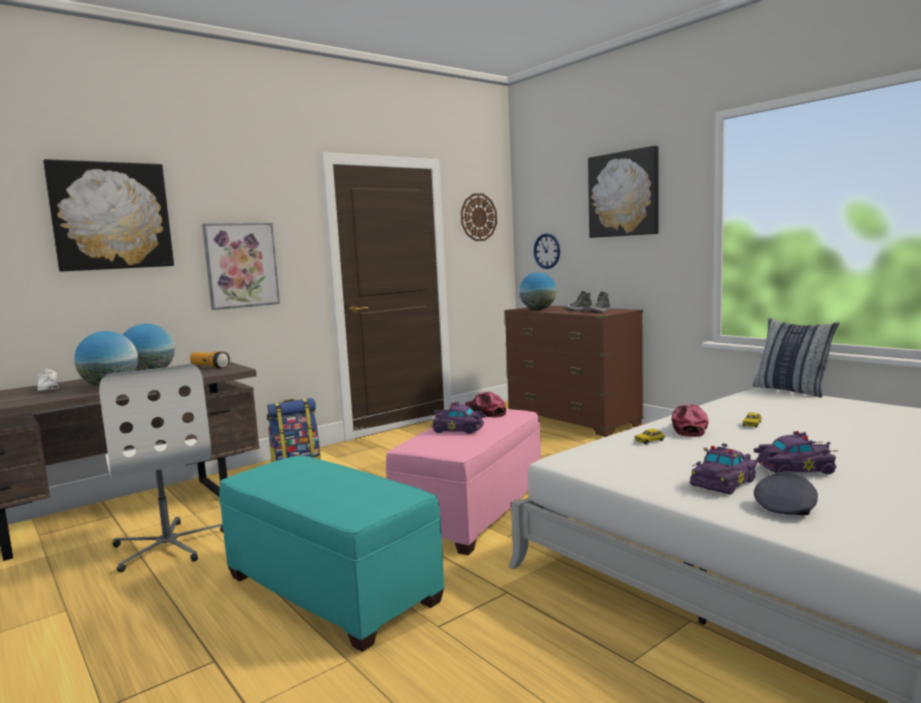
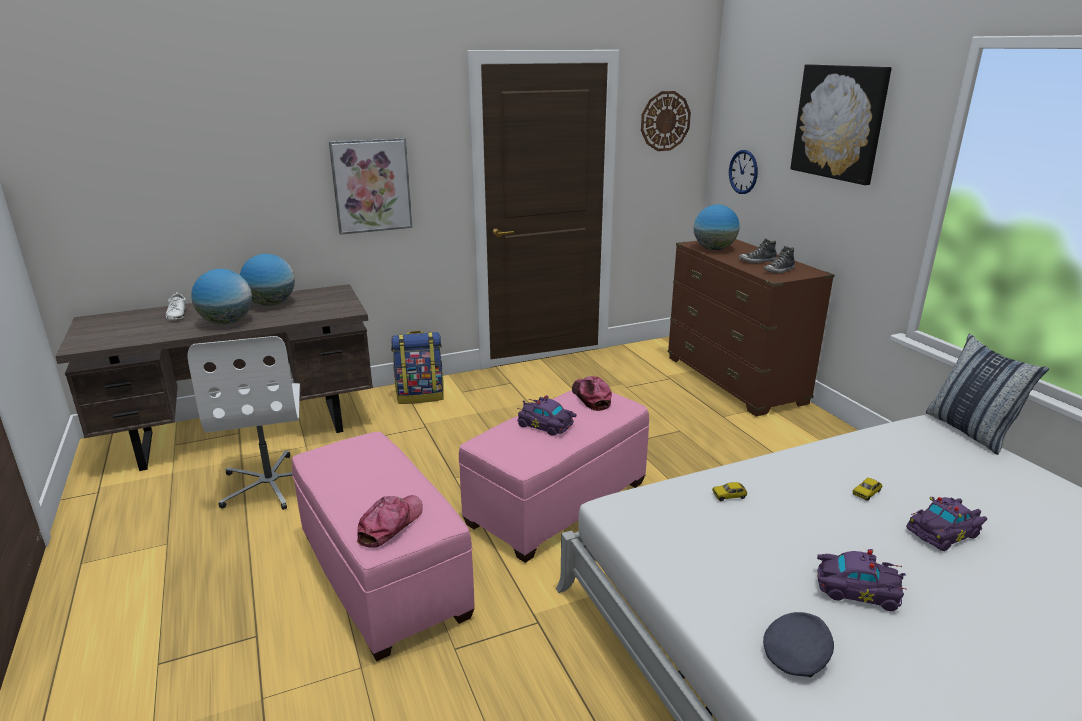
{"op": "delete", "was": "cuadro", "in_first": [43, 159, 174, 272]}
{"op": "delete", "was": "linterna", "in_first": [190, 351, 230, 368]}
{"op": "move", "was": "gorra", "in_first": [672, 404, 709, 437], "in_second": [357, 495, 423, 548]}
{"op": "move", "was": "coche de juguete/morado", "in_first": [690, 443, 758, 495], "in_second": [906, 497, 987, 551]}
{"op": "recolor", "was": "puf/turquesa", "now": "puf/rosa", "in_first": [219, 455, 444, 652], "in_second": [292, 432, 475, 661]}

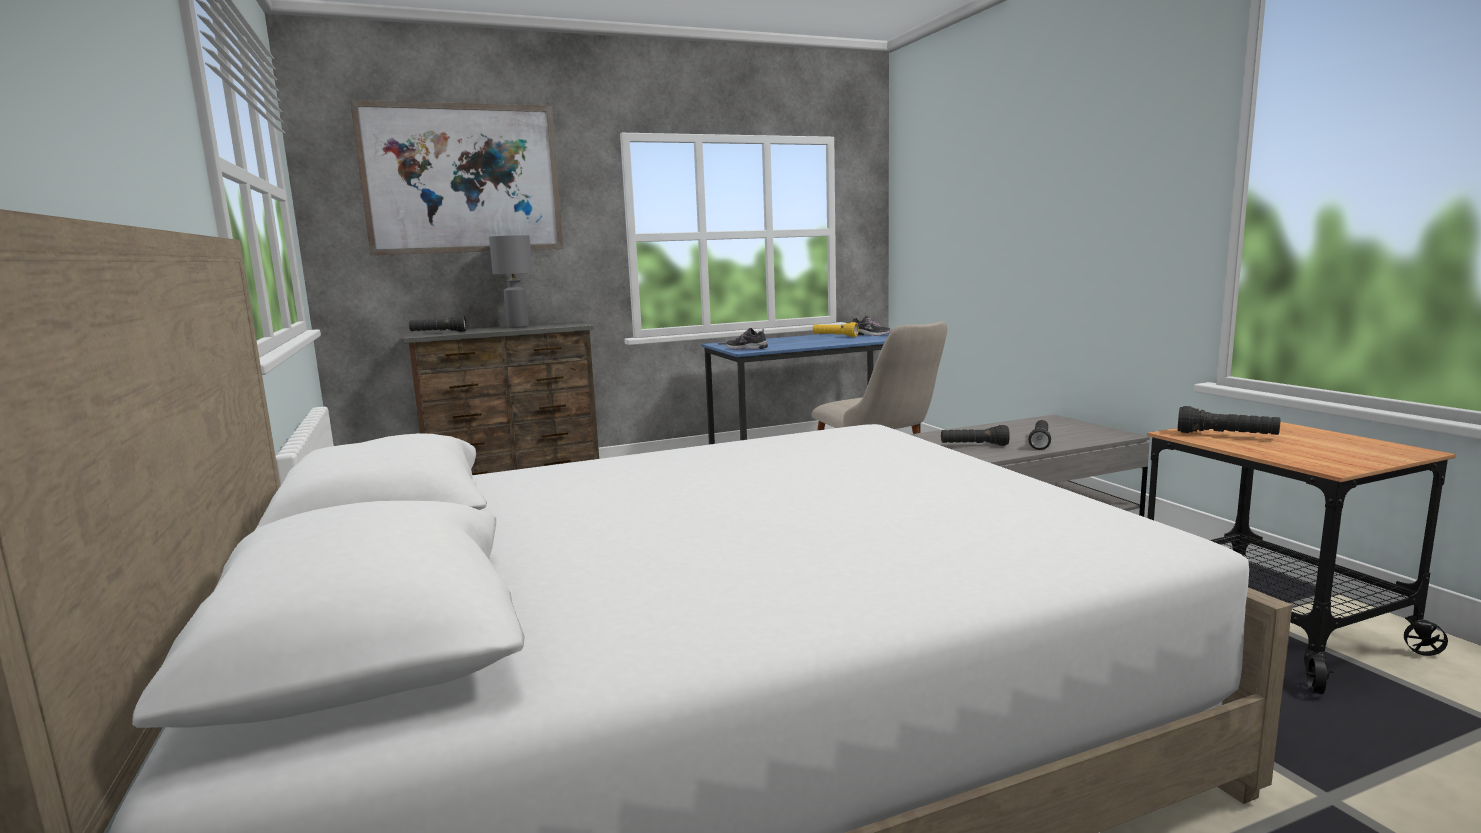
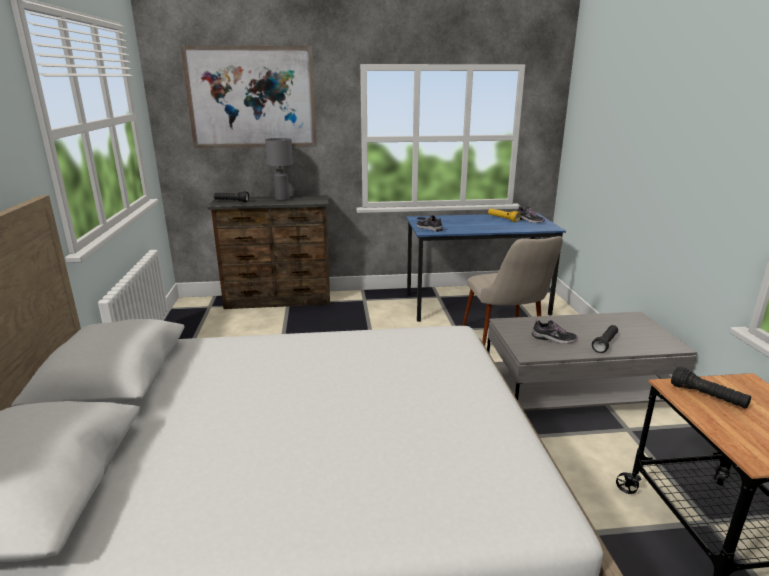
{"op": "replace", "was": "linterna/negro", "now": "zapato", "in_first": [941, 425, 1010, 446], "in_second": [532, 319, 577, 344]}

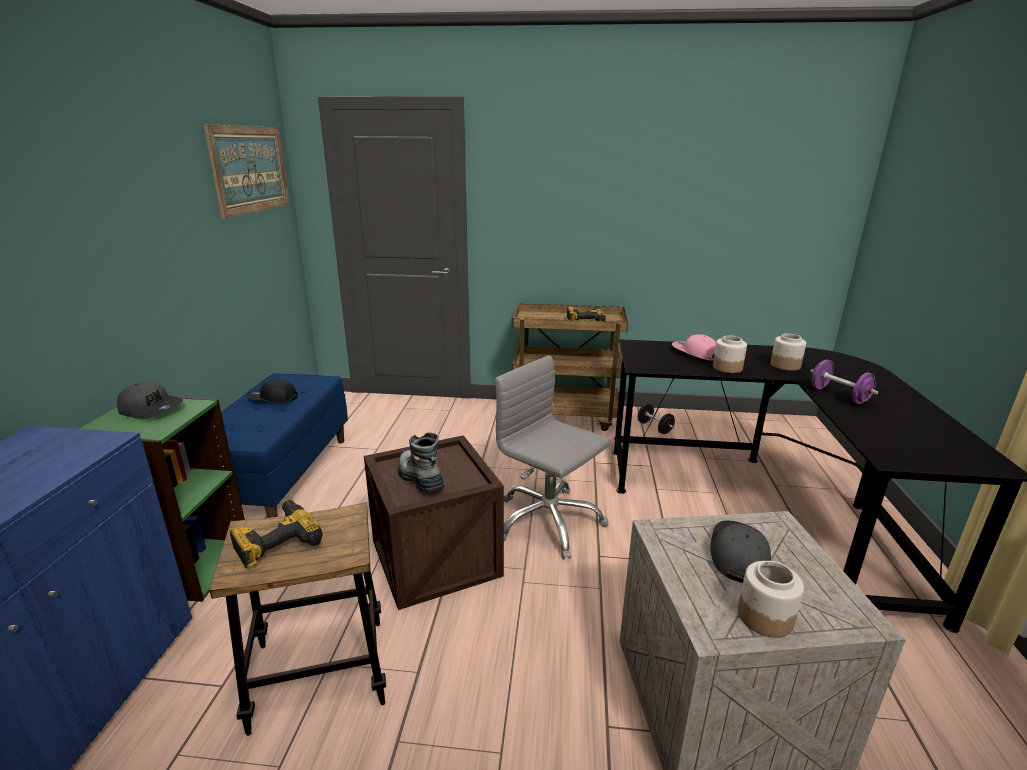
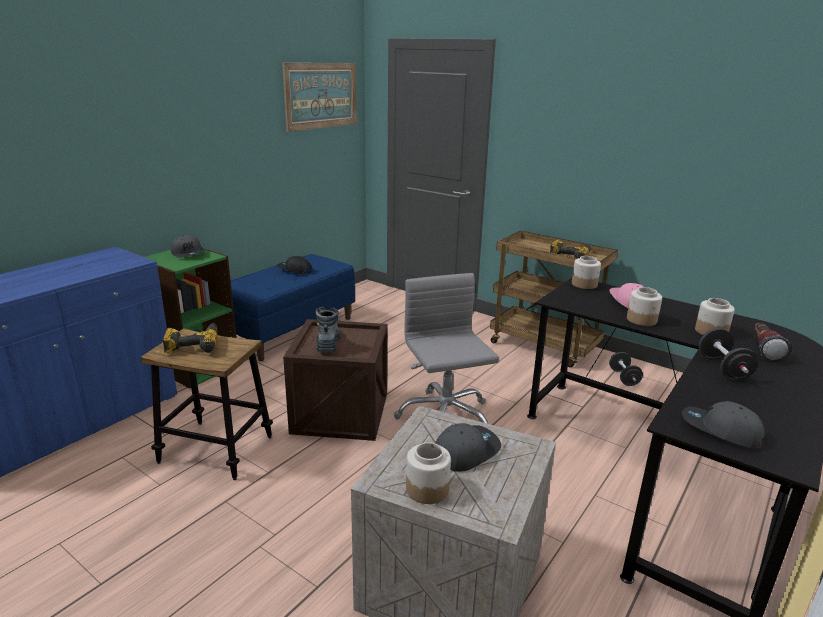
{"op": "insert", "now": "tarro", "in_second": [572, 256, 601, 289]}
{"op": "insert", "now": "gorra/gris", "in_second": [682, 401, 765, 449]}
{"op": "insert", "now": "linterna", "in_second": [755, 323, 791, 361]}
{"op": "recolor", "was": "mancuerna/morado", "now": "mancuerna/negro", "in_first": [810, 359, 878, 404], "in_second": [699, 328, 758, 381]}

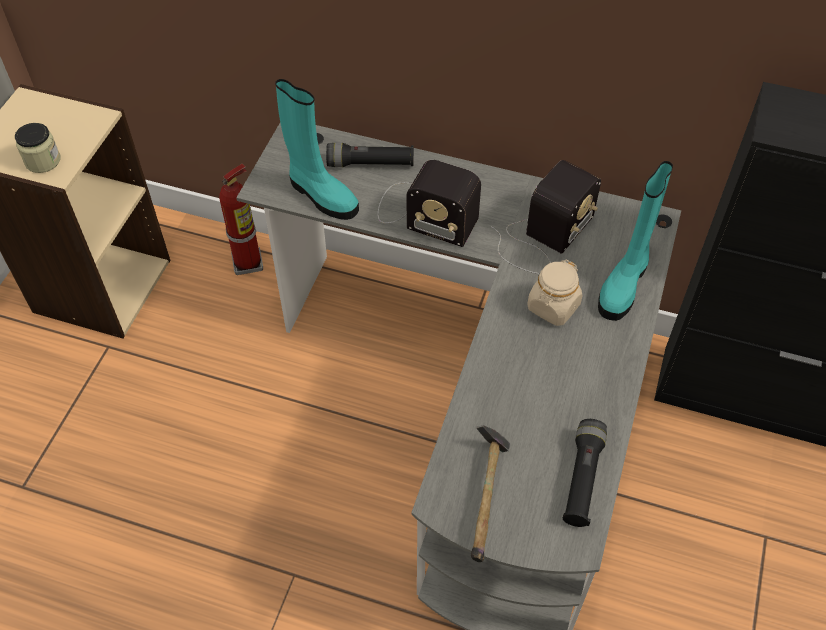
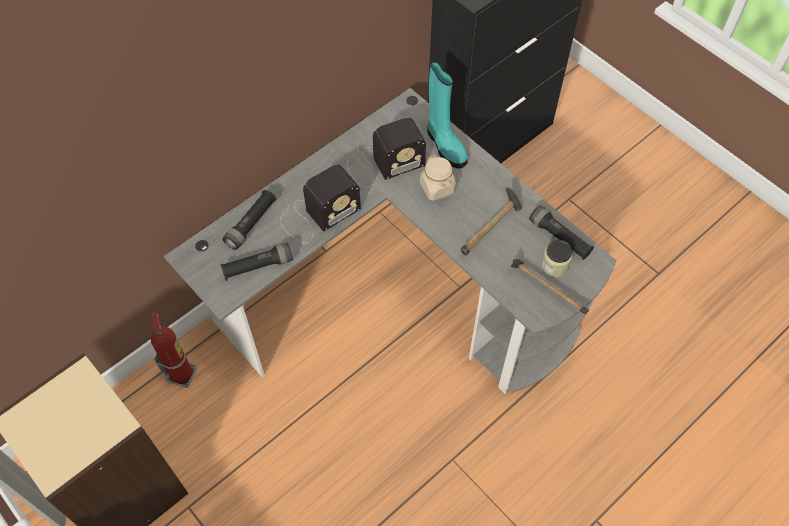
{"op": "insert", "now": "martillo", "in_second": [461, 187, 523, 255]}
{"op": "move", "was": "tarro", "in_first": [15, 123, 61, 173], "in_second": [541, 240, 573, 277]}
{"op": "replace", "was": "bota/turquesa", "now": "linterna/negro", "in_first": [275, 79, 359, 220], "in_second": [221, 243, 293, 281]}
{"op": "rotate", "was": "radio", "in_first": [491, 160, 601, 274], "in_second": [347, 118, 426, 188], "clockwise": 90}

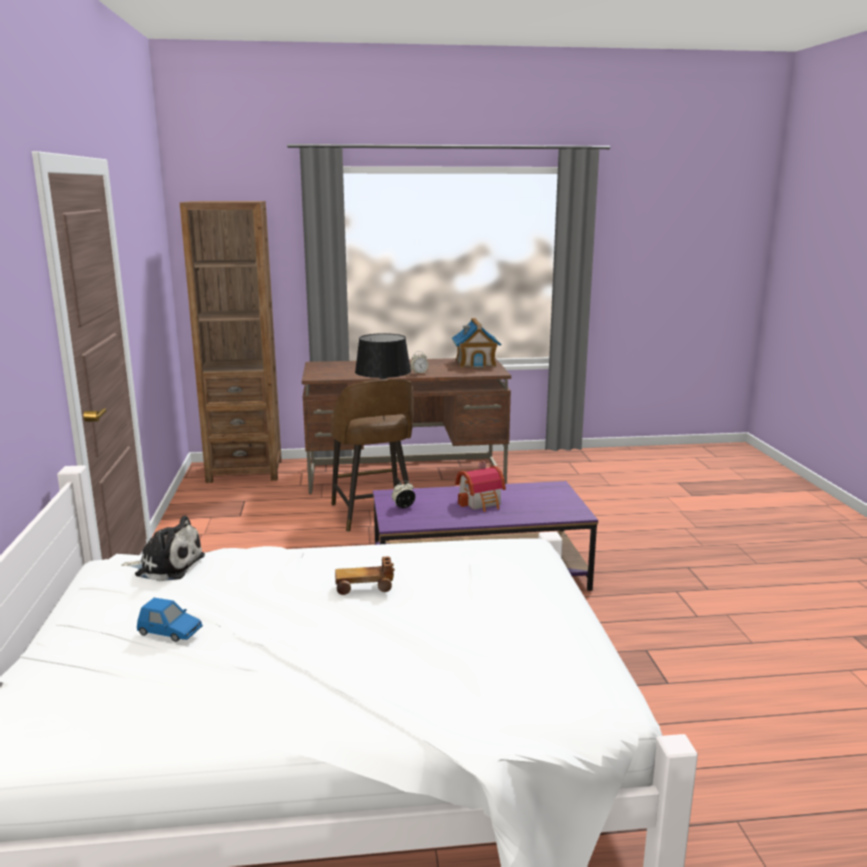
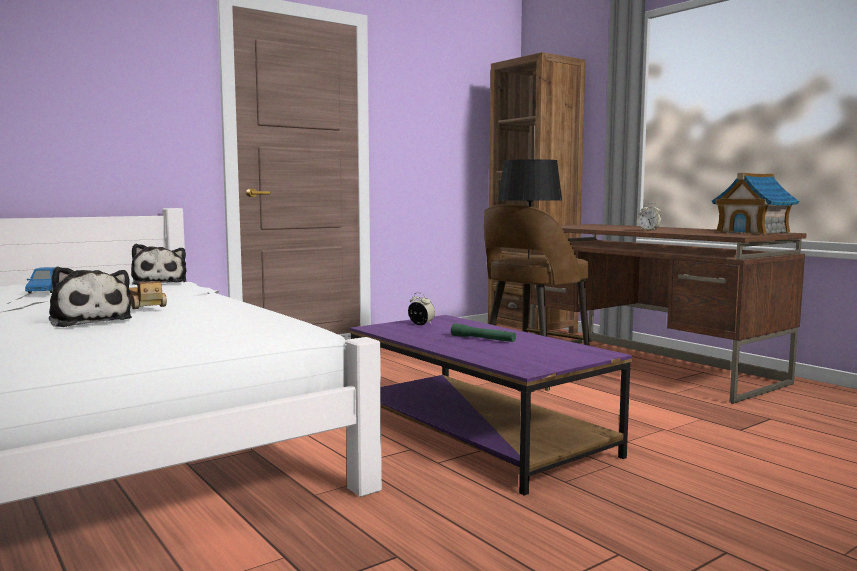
{"op": "insert", "now": "peluche", "in_second": [49, 267, 132, 327]}
{"op": "replace", "was": "casita", "now": "linterna/verde", "in_first": [455, 461, 506, 512], "in_second": [451, 323, 516, 342]}

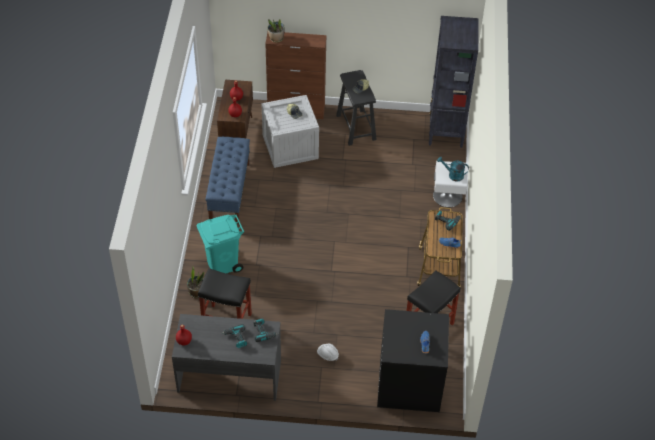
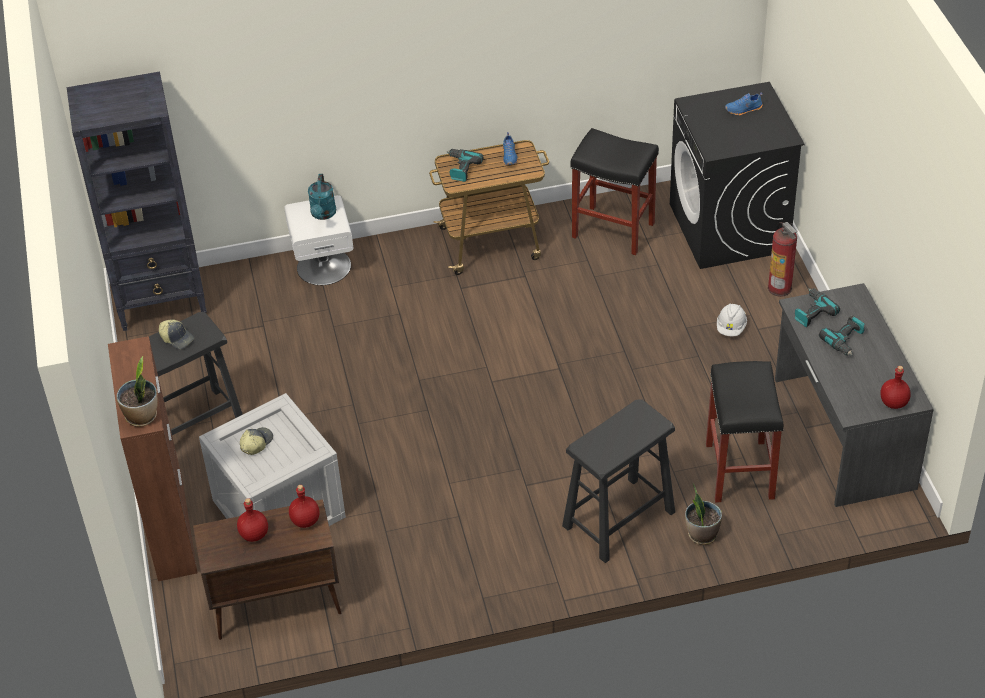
{"op": "delete", "was": "banco/azul", "in_first": [206, 137, 250, 224]}
{"op": "insert", "now": "extintor", "in_second": [768, 222, 797, 297]}
{"op": "replace", "was": "papelera/turquesa", "now": "taburete/negro", "in_first": [197, 215, 244, 273], "in_second": [562, 399, 675, 563]}

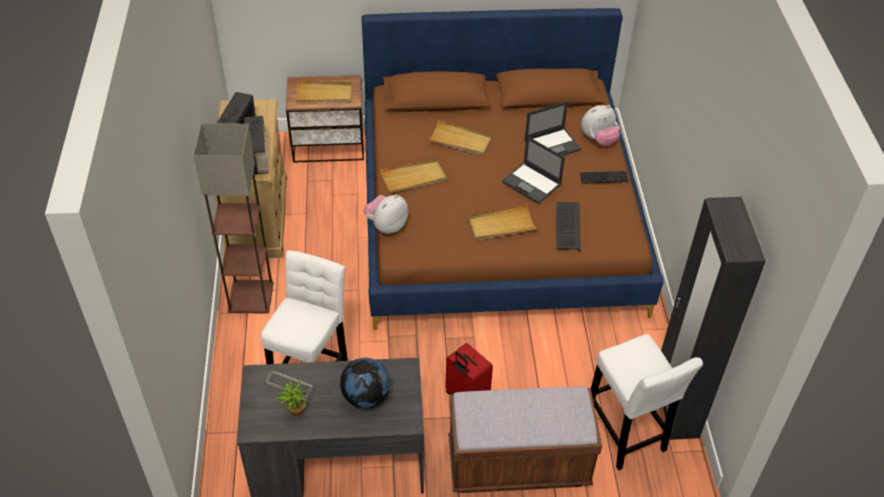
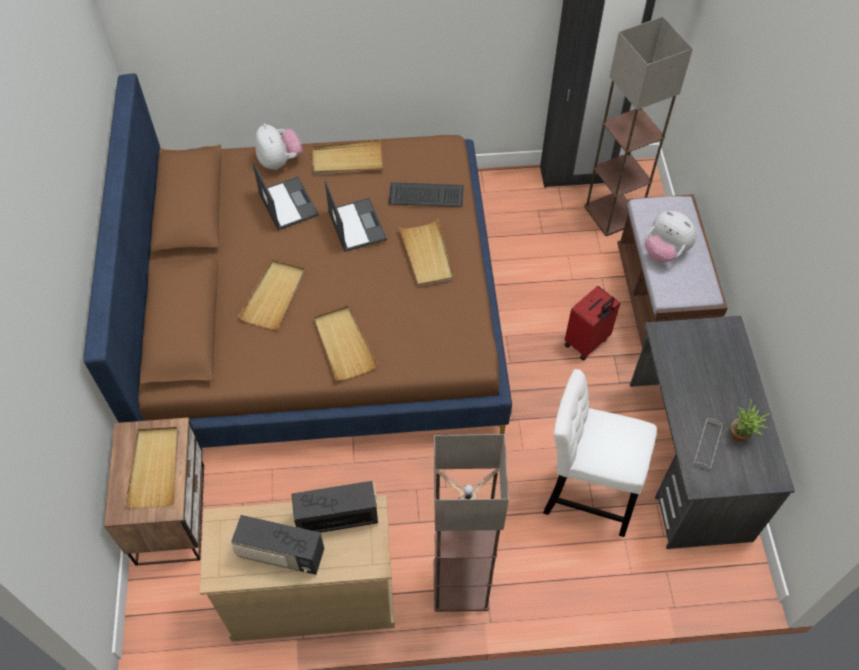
{"op": "delete", "was": "globo terráqueo", "in_first": [340, 358, 390, 408]}
{"op": "move", "was": "peluche", "in_first": [363, 194, 408, 234], "in_second": [645, 211, 697, 262]}
{"op": "replace", "was": "teclado", "now": "bandeja/beis", "in_first": [580, 171, 629, 184], "in_second": [312, 139, 383, 175]}
{"op": "replace", "was": "taburete/blanco", "now": "lámpara de pie", "in_first": [591, 334, 703, 471], "in_second": [584, 17, 693, 236]}
{"op": "rotate", "was": "portátil", "in_first": [502, 136, 565, 204], "in_second": [325, 180, 387, 252], "clockwise": -60}

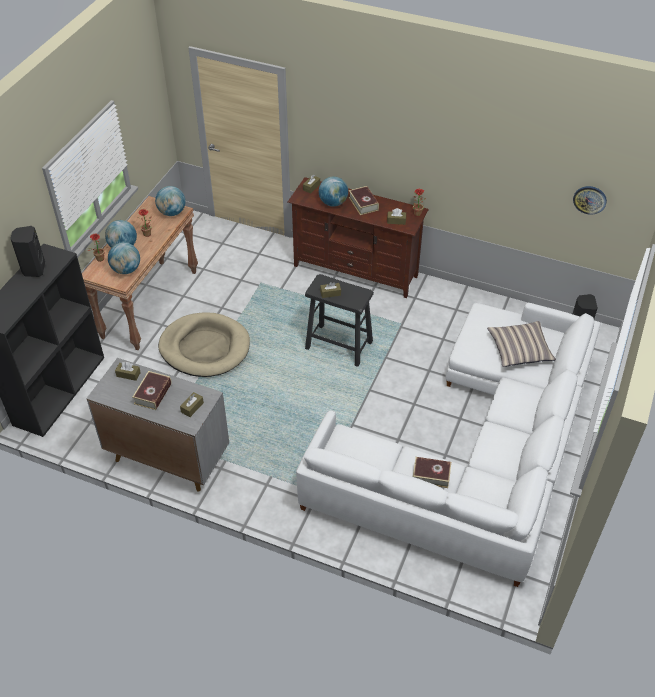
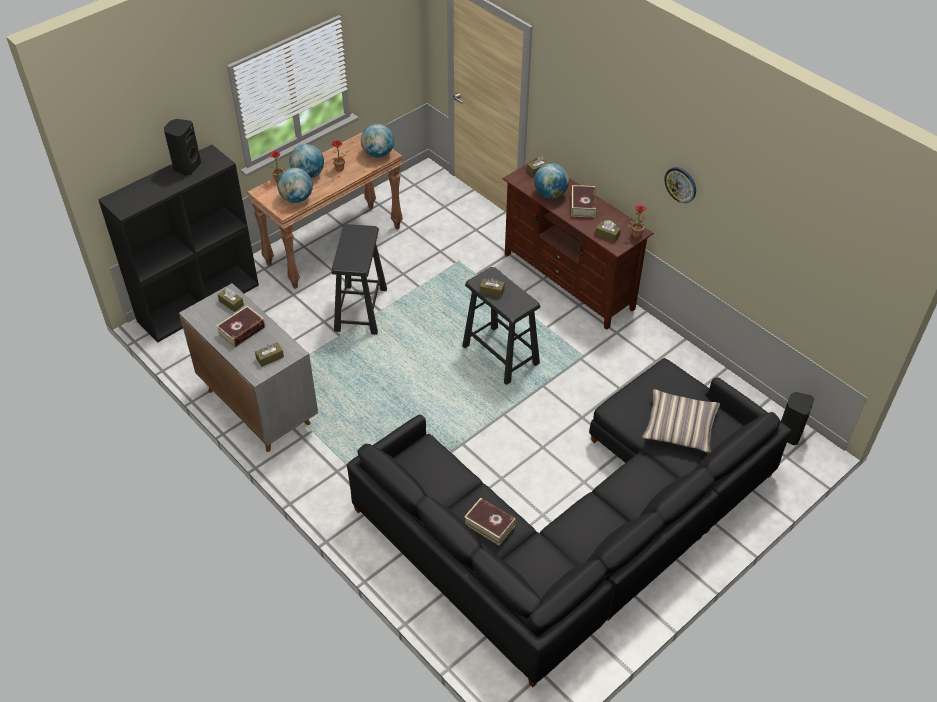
{"op": "move", "was": "reloj de pared", "in_first": [573, 186, 607, 215], "in_second": [664, 167, 696, 203]}
{"op": "replace", "was": "cama para perro/beis", "now": "taburete/negro", "in_first": [158, 312, 250, 377], "in_second": [331, 224, 387, 335]}
{"op": "recolor", "was": "sofá/blanco", "now": "sofá/negro", "in_first": [296, 303, 600, 587], "in_second": [347, 358, 791, 687]}

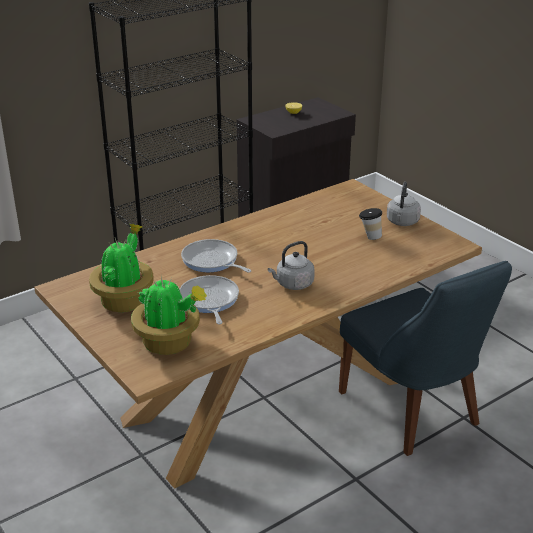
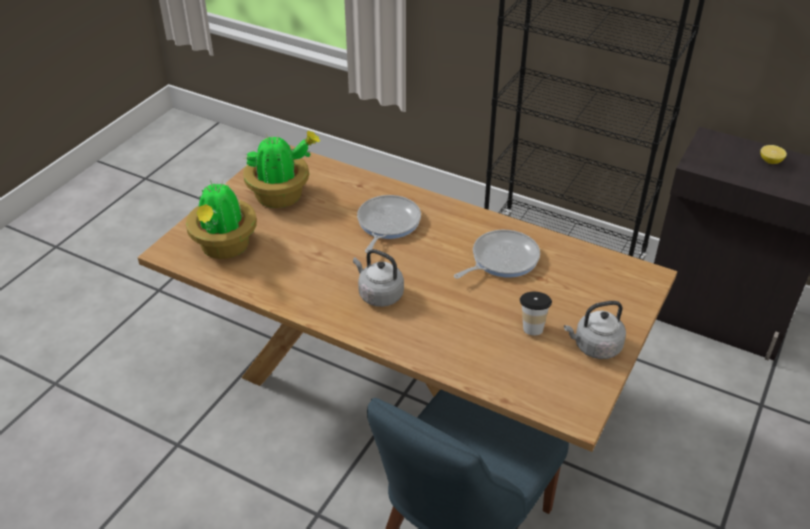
{"op": "move", "was": "sartén", "in_first": [179, 275, 239, 324], "in_second": [454, 230, 540, 279]}

